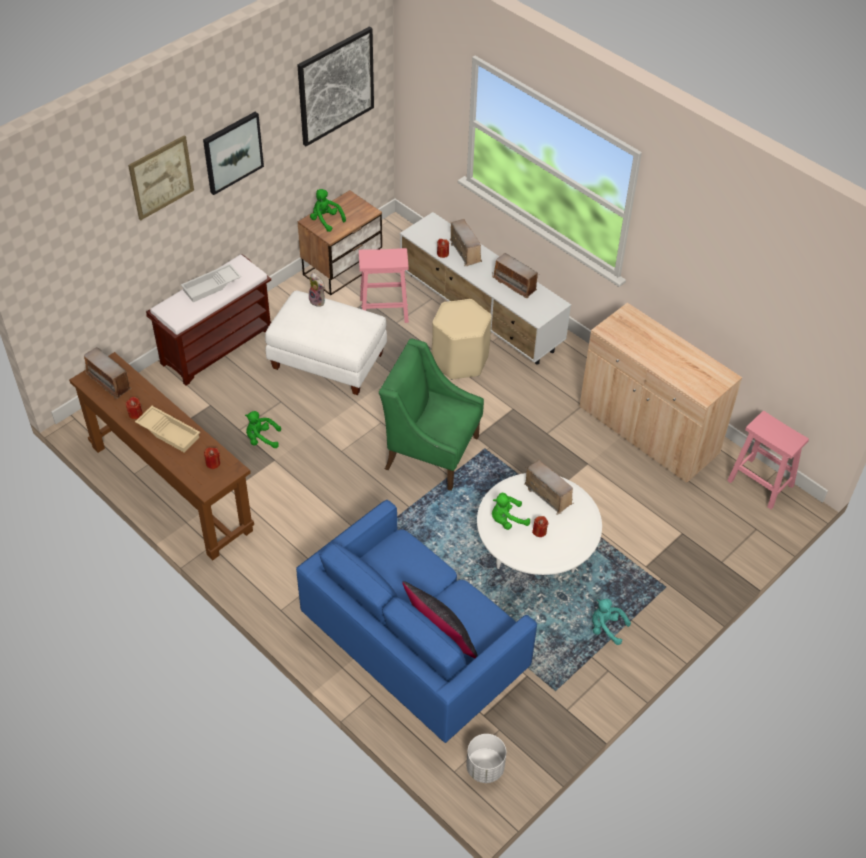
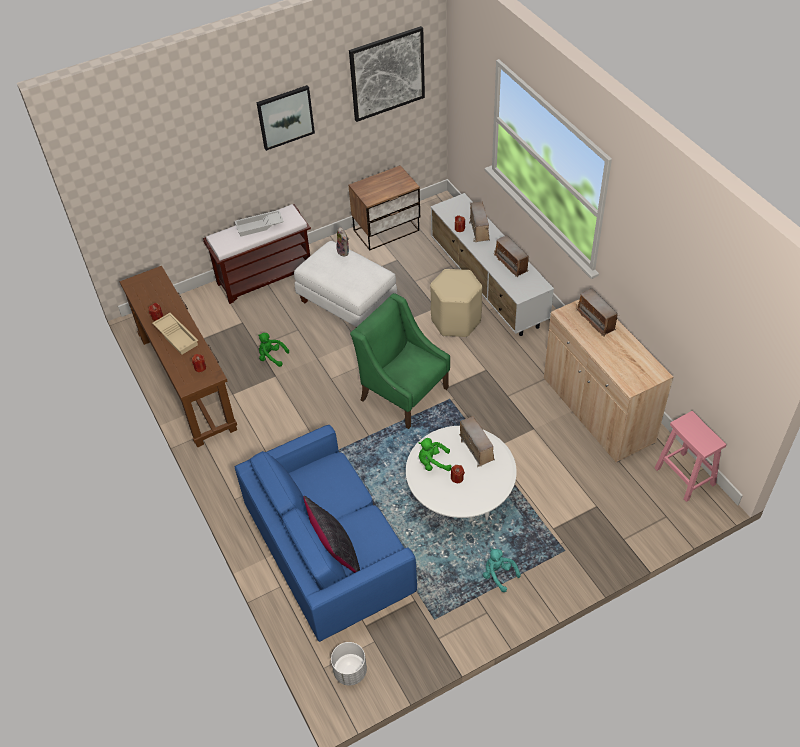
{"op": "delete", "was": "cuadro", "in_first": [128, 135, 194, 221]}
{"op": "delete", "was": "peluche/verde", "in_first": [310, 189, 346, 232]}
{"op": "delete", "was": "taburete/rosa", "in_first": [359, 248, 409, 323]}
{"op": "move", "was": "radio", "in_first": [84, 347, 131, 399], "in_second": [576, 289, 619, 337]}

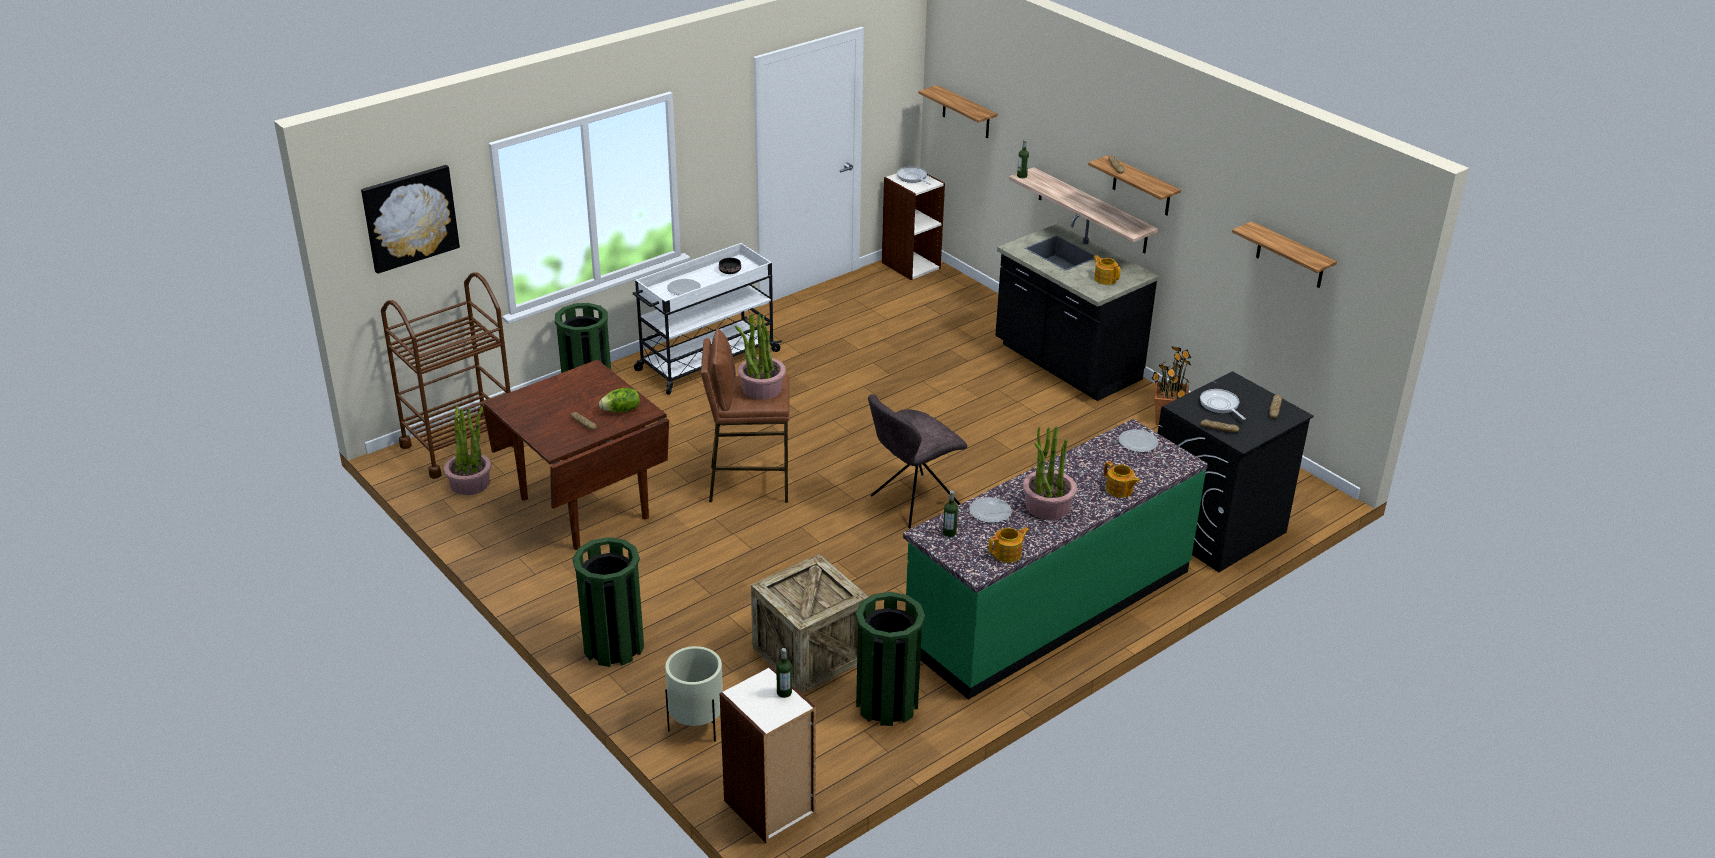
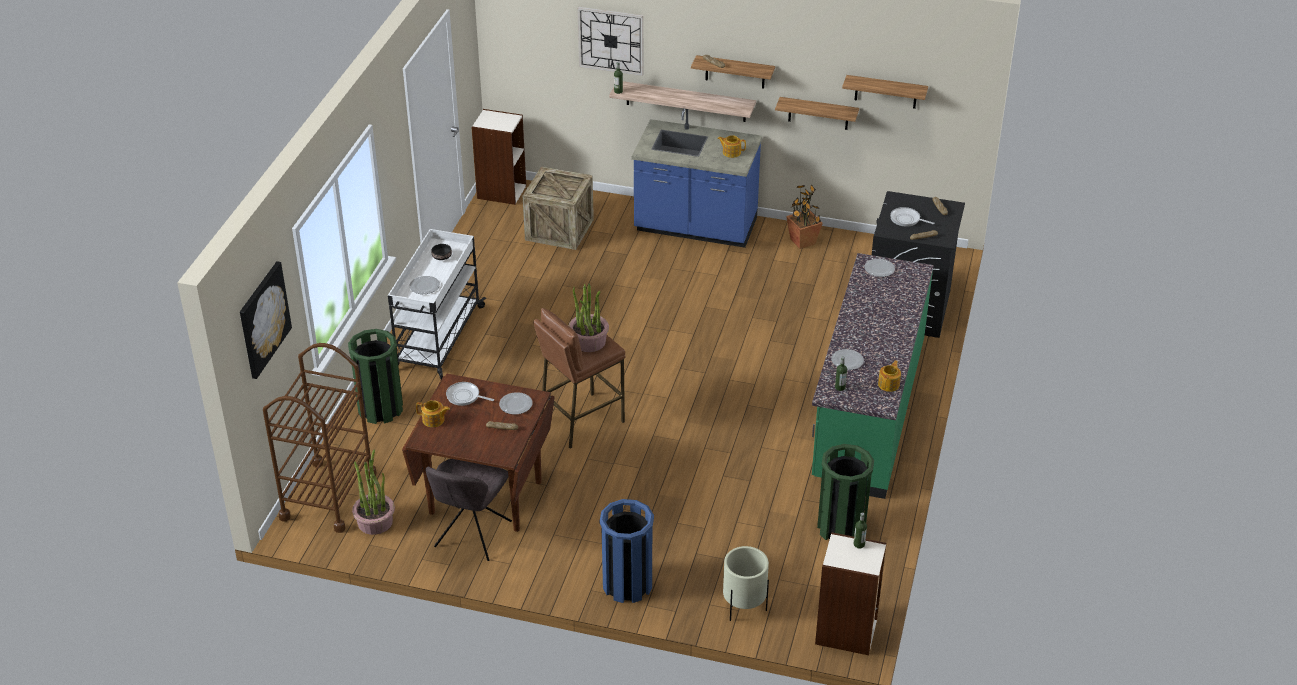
{"op": "delete", "was": "planta en maceta", "in_first": [1023, 426, 1077, 520]}
{"op": "insert", "now": "reloj de pared", "in_second": [577, 7, 643, 76]}
{"op": "move", "was": "caja de embalaje", "in_first": [751, 554, 869, 694], "in_second": [523, 166, 594, 250]}
{"op": "move", "was": "silla/gris", "in_first": [868, 394, 968, 528], "in_second": [425, 459, 512, 561]}
{"op": "move", "was": "sartén", "in_first": [897, 167, 931, 185], "in_second": [446, 382, 494, 406]}
{"op": "move", "was": "estante", "in_first": [918, 85, 998, 138], "in_second": [775, 97, 859, 130]}
{"op": "move", "was": "tetera", "in_first": [1104, 461, 1140, 498], "in_second": [416, 400, 450, 427]}
{"op": "replace", "was": "lechuga", "now": "plato", "in_first": [599, 388, 640, 412], "in_second": [499, 392, 532, 415]}
{"op": "recolor", "was": "papelera/verde", "now": "papelera/azul", "in_first": [572, 537, 644, 667], "in_second": [600, 499, 654, 603]}
{"op": "recolor", "was": "mueble bajo de cocina/negro", "now": "mueble bajo de cocina/azul", "in_first": [995, 214, 1159, 401], "in_second": [632, 108, 762, 248]}

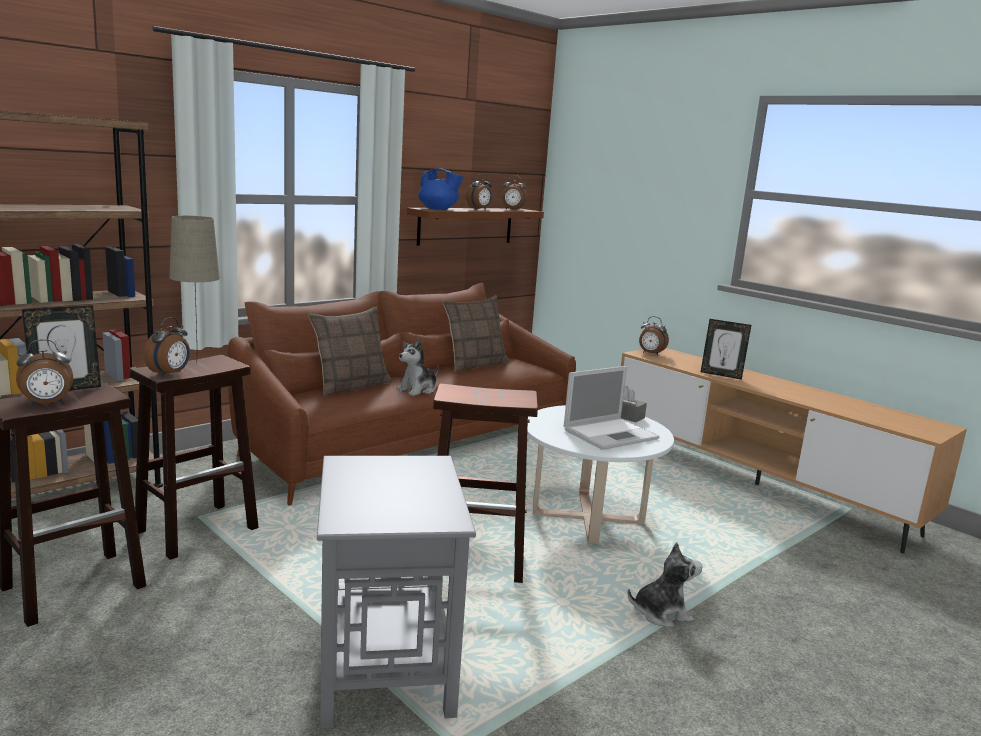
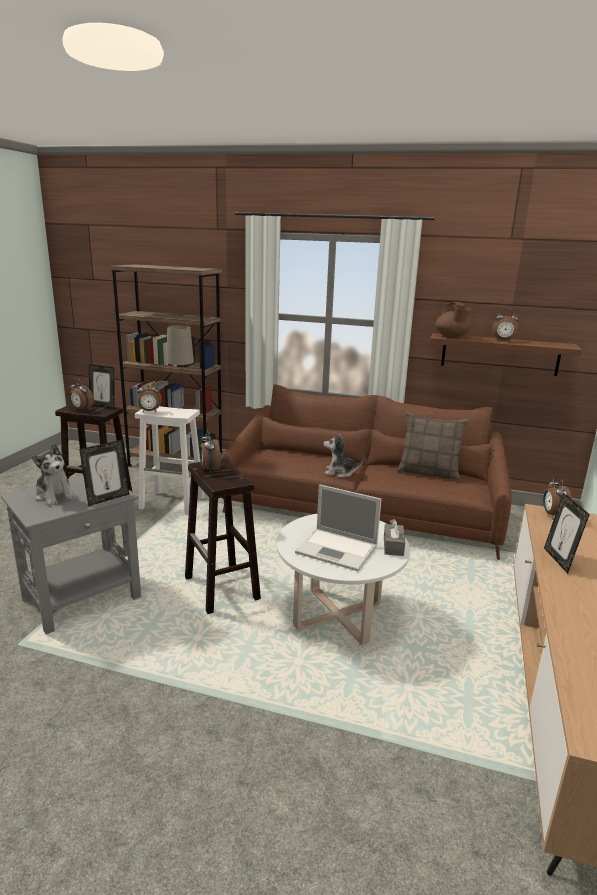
{"op": "delete", "was": "cojín", "in_first": [308, 307, 391, 396]}
{"op": "insert", "now": "portarretratos", "in_second": [79, 440, 129, 506]}
{"op": "move", "was": "despertador", "in_first": [502, 175, 527, 210], "in_second": [200, 430, 221, 473]}
{"op": "move", "was": "peluche", "in_first": [627, 542, 702, 627], "in_second": [32, 444, 76, 506]}
{"op": "recolor", "was": "taburete/marrón", "now": "taburete/blanco", "in_first": [130, 355, 259, 560], "in_second": [135, 406, 204, 515]}
{"op": "recolor", "was": "tetera/azul", "now": "tetera/marrón", "in_first": [418, 168, 464, 210], "in_second": [435, 302, 472, 338]}

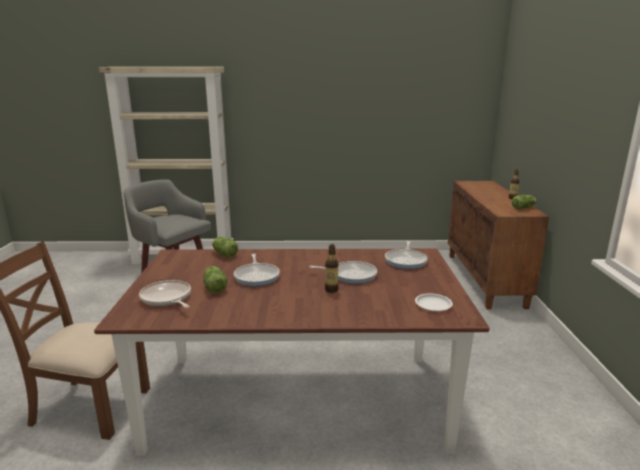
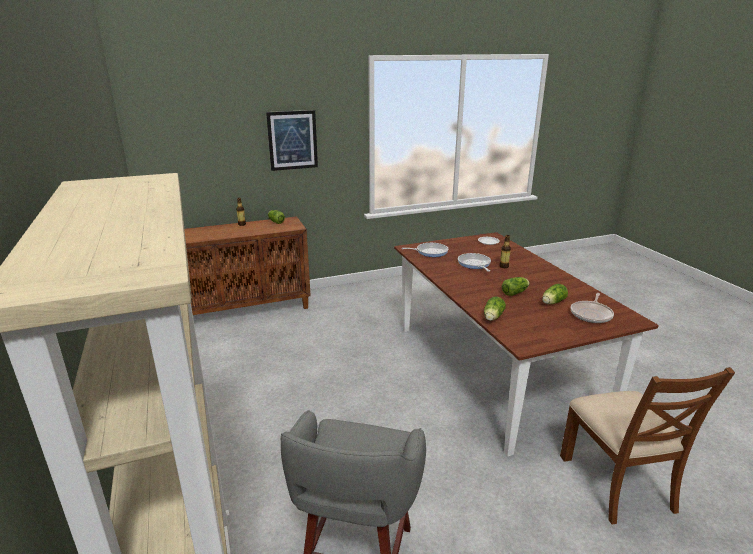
{"op": "insert", "now": "cuadro", "in_second": [266, 110, 318, 171]}
{"op": "replace", "was": "sartén", "now": "lechuga", "in_first": [234, 254, 280, 286], "in_second": [502, 277, 530, 296]}

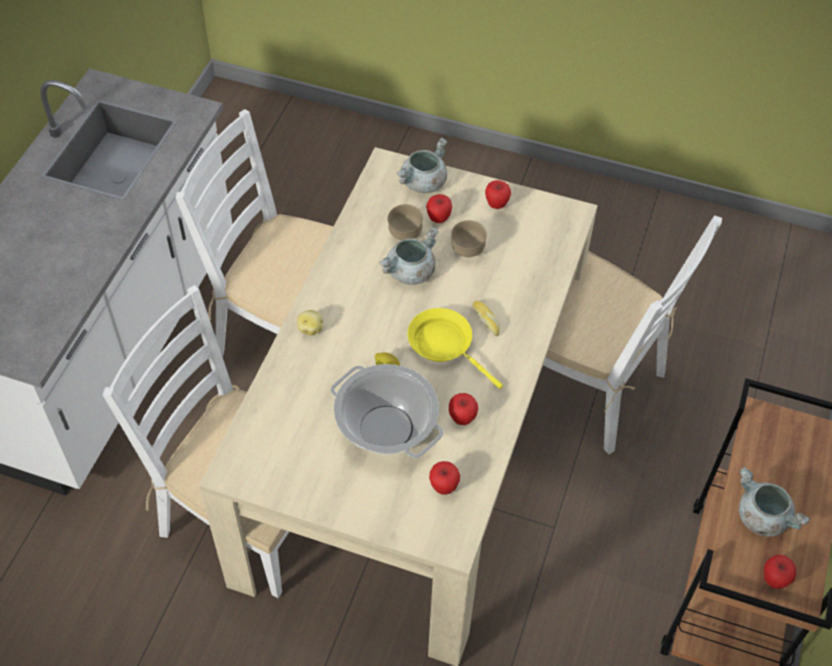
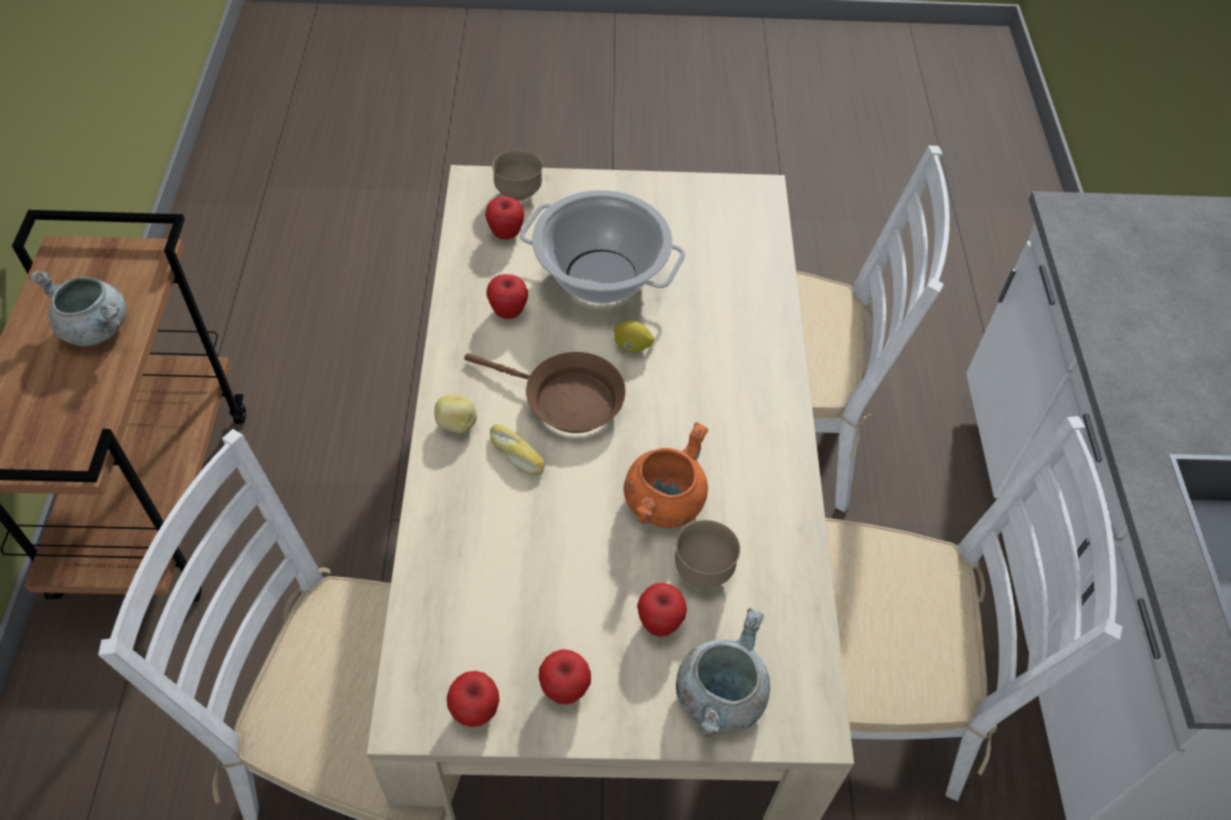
{"op": "move", "was": "patata", "in_first": [297, 310, 323, 336], "in_second": [434, 395, 477, 434]}
{"op": "move", "was": "cuenco/marrón", "in_first": [451, 220, 487, 257], "in_second": [492, 150, 543, 200]}
{"op": "move", "was": "manzana", "in_first": [764, 554, 796, 589], "in_second": [447, 671, 500, 727]}
{"op": "recolor", "was": "olla/gris", "now": "olla/naranja", "in_first": [379, 227, 439, 285], "in_second": [623, 422, 708, 528]}
{"op": "recolor", "was": "sartén/amarillo", "now": "sartén/marrón", "in_first": [407, 308, 503, 389], "in_second": [464, 352, 626, 433]}

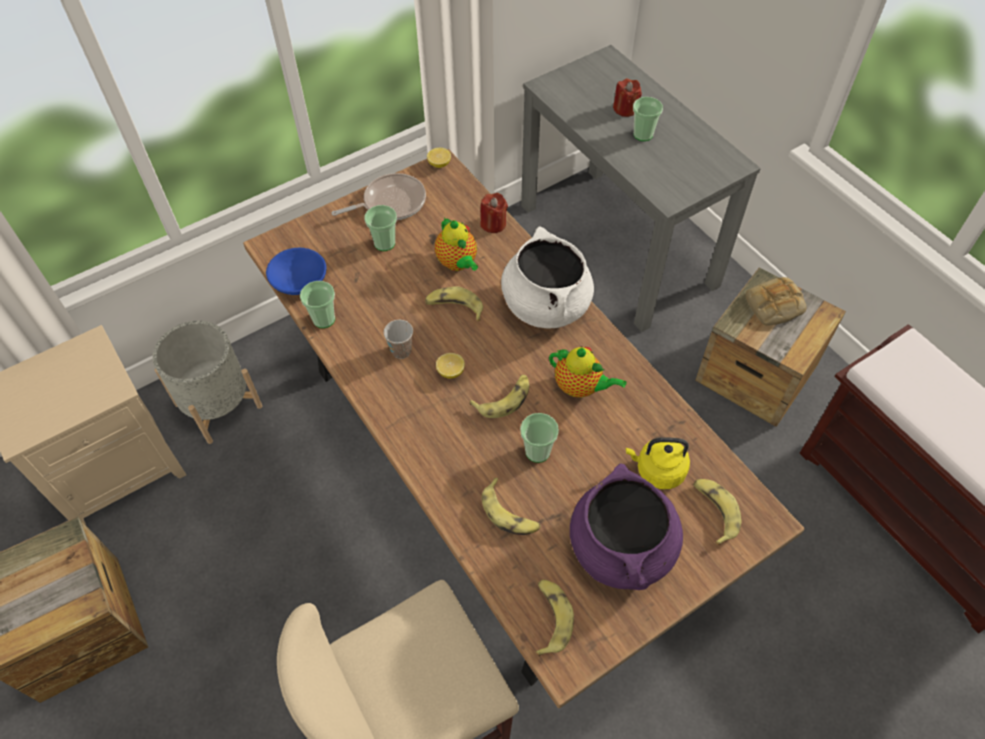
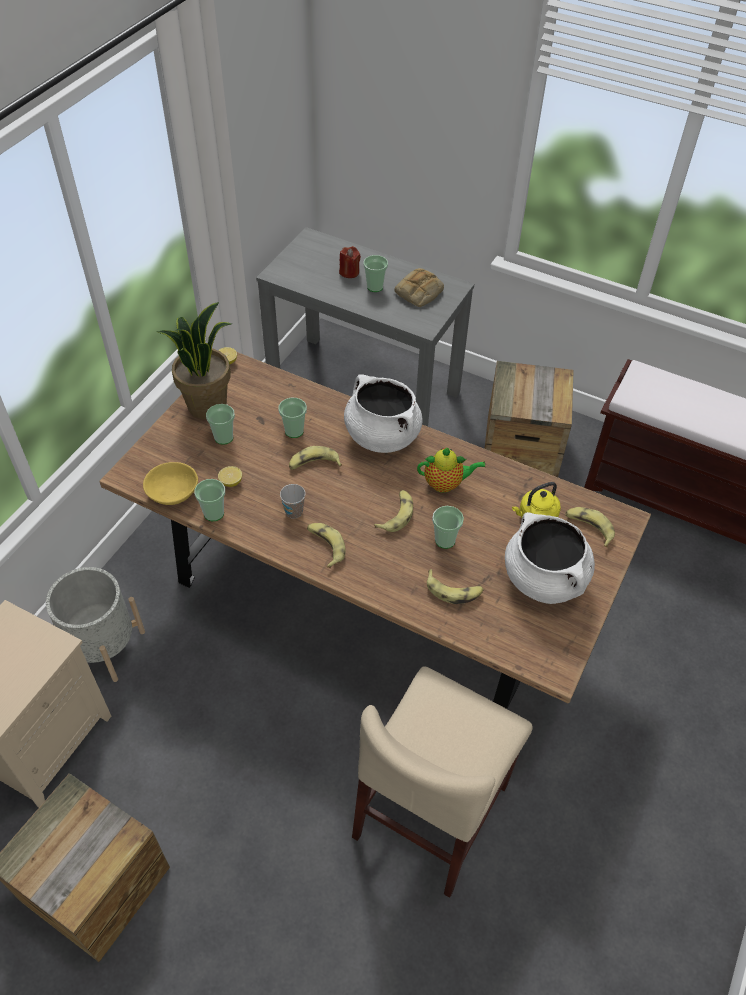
{"op": "delete", "was": "vela/rojo", "in_first": [480, 193, 508, 233]}
{"op": "move", "was": "limón", "in_first": [436, 353, 465, 379], "in_second": [218, 466, 242, 487]}
{"op": "move", "was": "plátano", "in_first": [536, 580, 574, 656], "in_second": [307, 523, 346, 568]}
{"op": "move", "was": "pan", "in_first": [746, 277, 807, 326], "in_second": [394, 268, 444, 307]}
{"op": "replace", "was": "sartén", "now": "planta en maceta", "in_first": [332, 173, 426, 220], "in_second": [157, 302, 231, 420]}
{"op": "replace", "was": "tetera", "now": "taza", "in_first": [435, 217, 478, 271], "in_second": [278, 398, 307, 438]}
{"op": "recolor", "was": "cuenco/azul", "now": "cuenco/amarillo", "in_first": [266, 248, 327, 295], "in_second": [143, 462, 198, 505]}
{"op": "recolor", "was": "olla/morado", "now": "olla/blanco", "in_first": [570, 463, 683, 590], "in_second": [505, 512, 595, 604]}

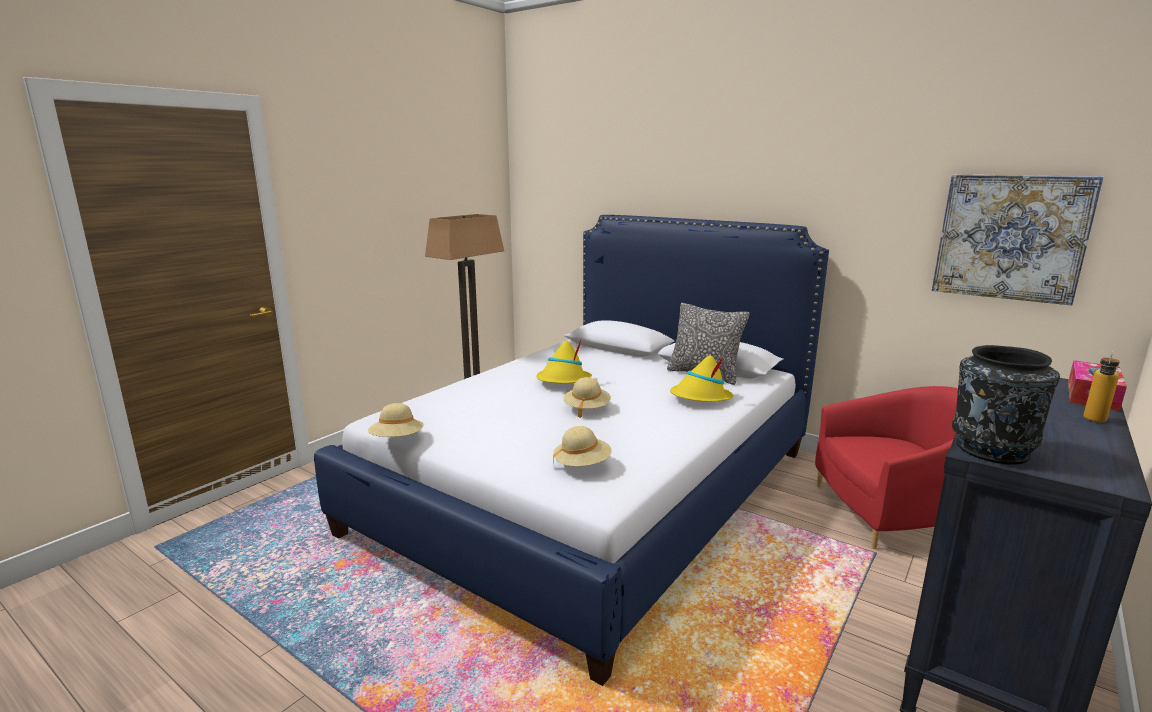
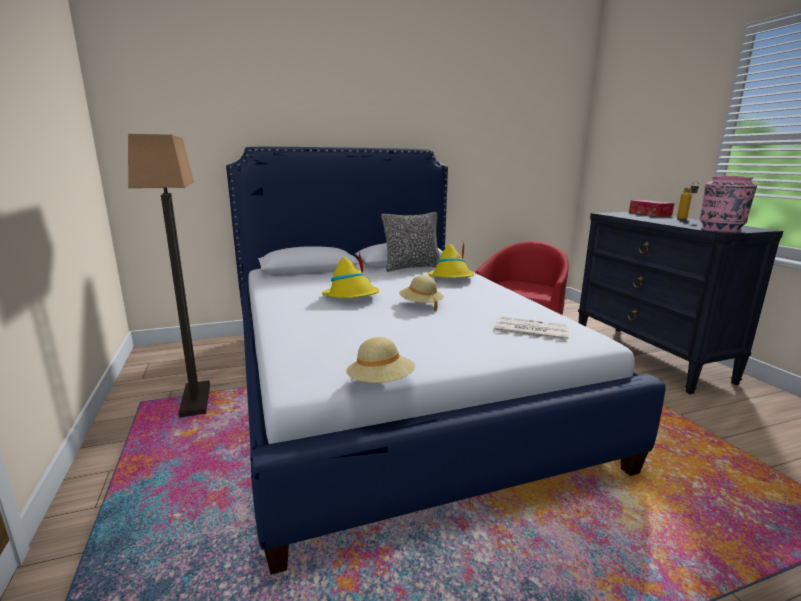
{"op": "delete", "was": "cuadro", "in_first": [932, 174, 1104, 305]}
{"op": "replace", "was": "sombrero/beis", "now": "periódico", "in_first": [553, 426, 612, 467], "in_second": [493, 316, 569, 342]}
{"op": "recolor", "was": "florero/negro", "now": "florero/rosa", "in_first": [952, 345, 1060, 465], "in_second": [699, 176, 757, 233]}

